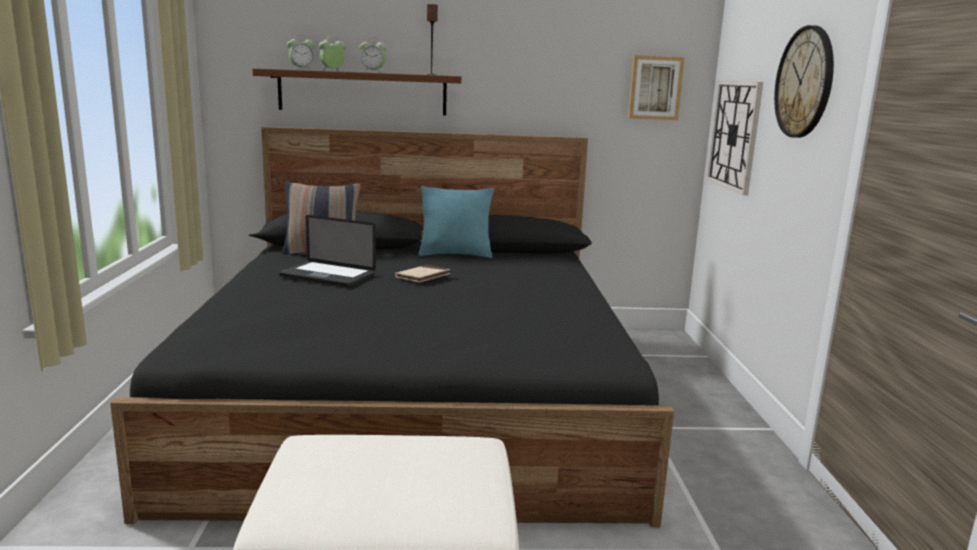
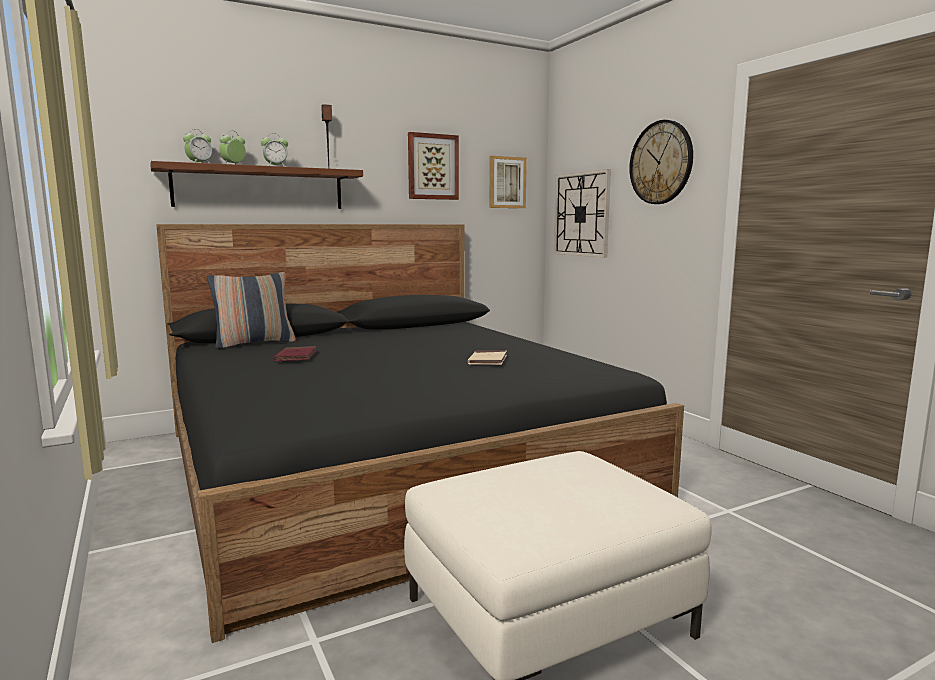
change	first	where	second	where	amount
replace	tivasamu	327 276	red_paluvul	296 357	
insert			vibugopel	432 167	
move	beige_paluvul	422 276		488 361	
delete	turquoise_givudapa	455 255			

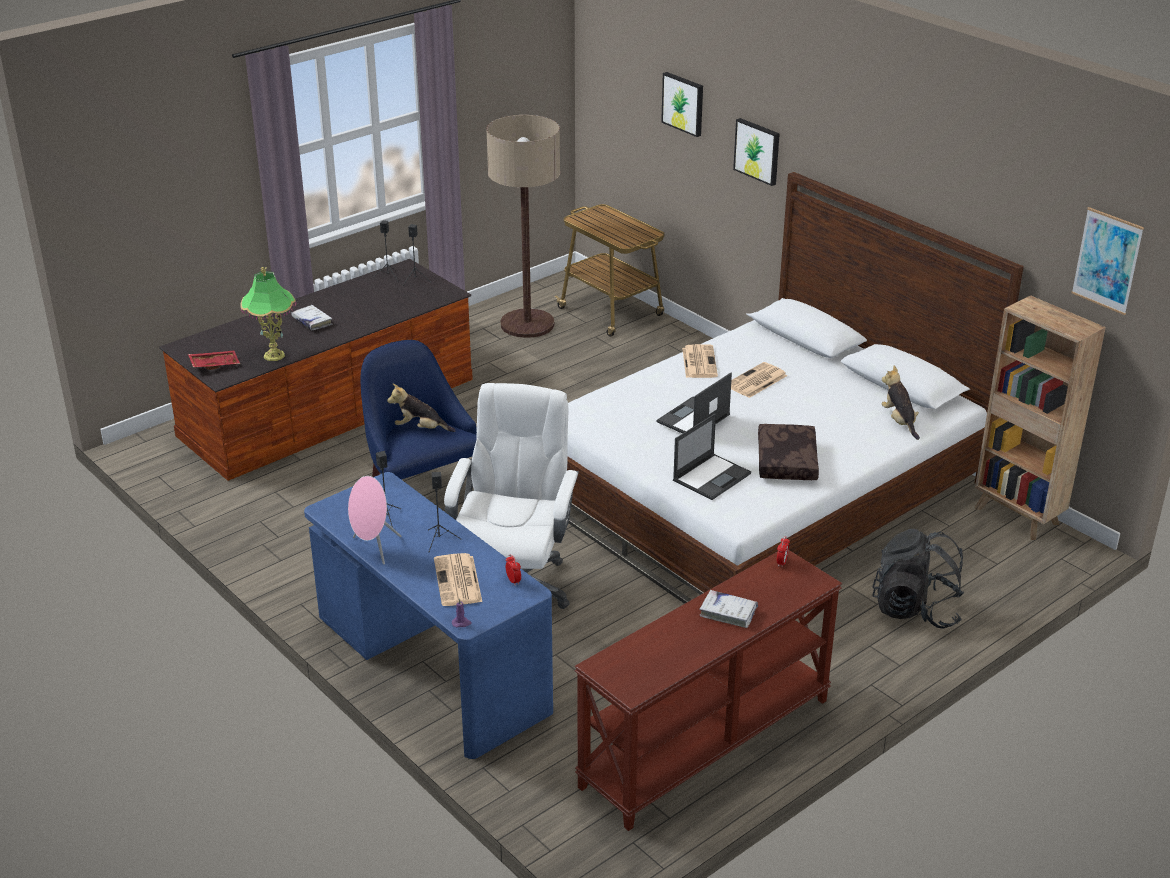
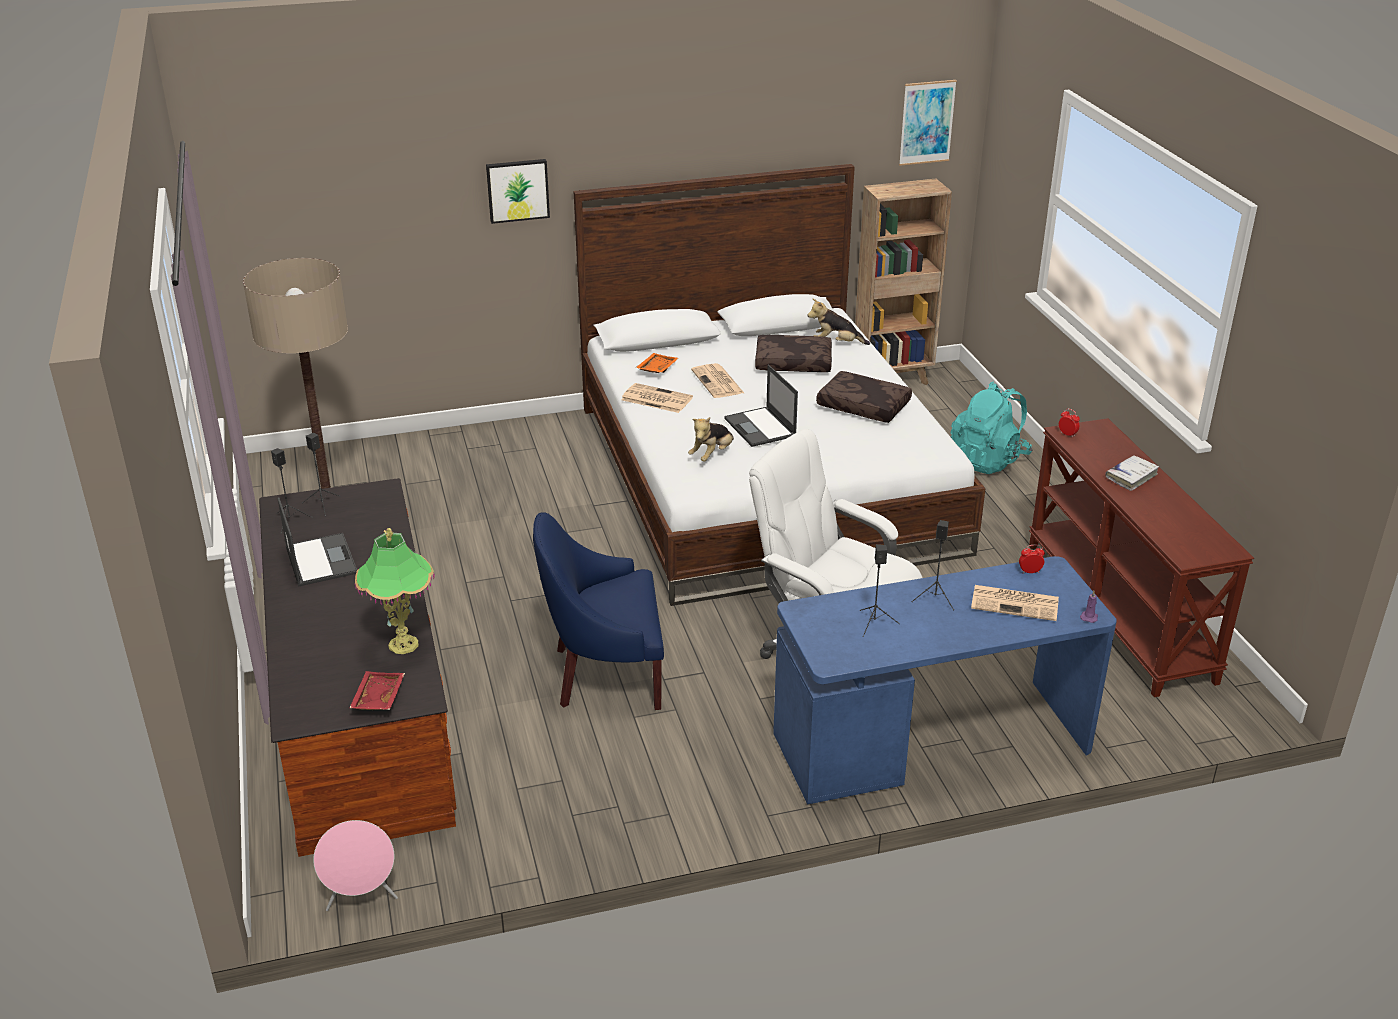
change	first	where	second	where	amount
move	tivasamu	712 476		320 560	
move	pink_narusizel	374 548		362 898	
insert			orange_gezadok	656 369	
move	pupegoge	421 429		712 455	
insert			brown_givudapa	794 362	
recolor	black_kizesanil	916 609	turquoise_kizesanil	988 460	
delete	white_paluvul	312 322			
delete	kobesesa	612 313			
delete	vibugopel	683 103			

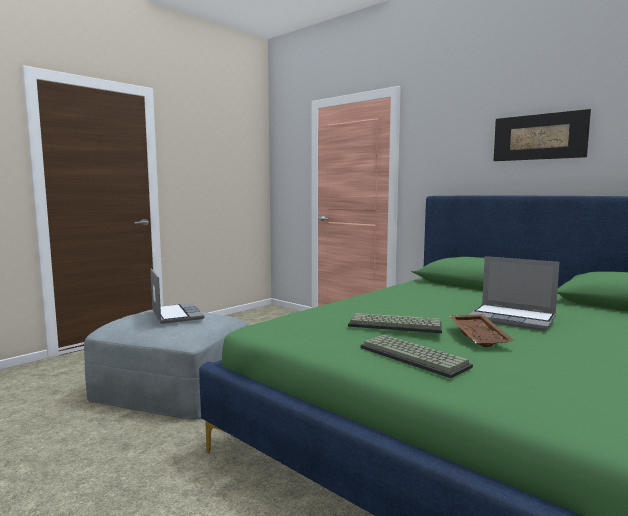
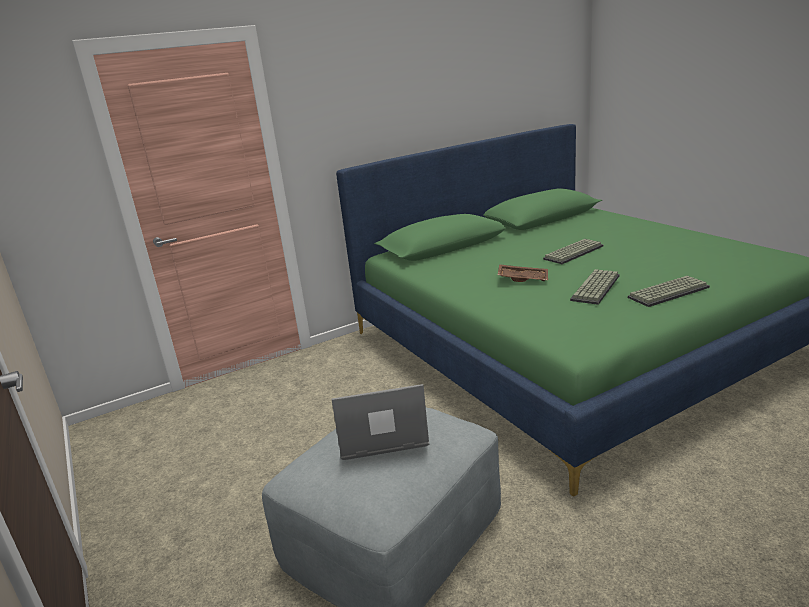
change	first	where	second	where	amount
move	brown_gezadok	480 337		523 278	
replace	tivasamu	513 319	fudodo	573 252	
delete	vibugopel	539 137			

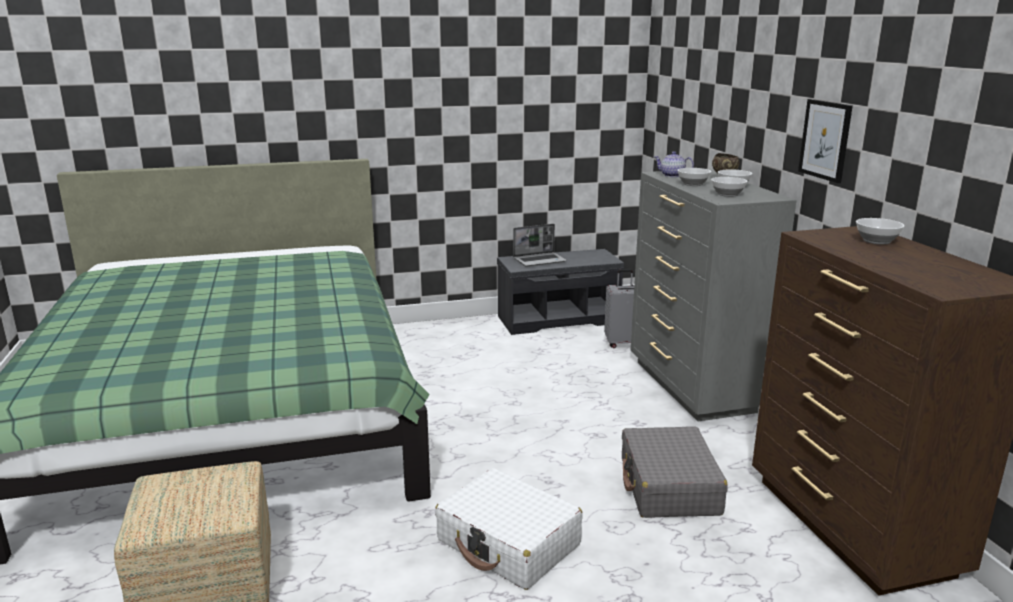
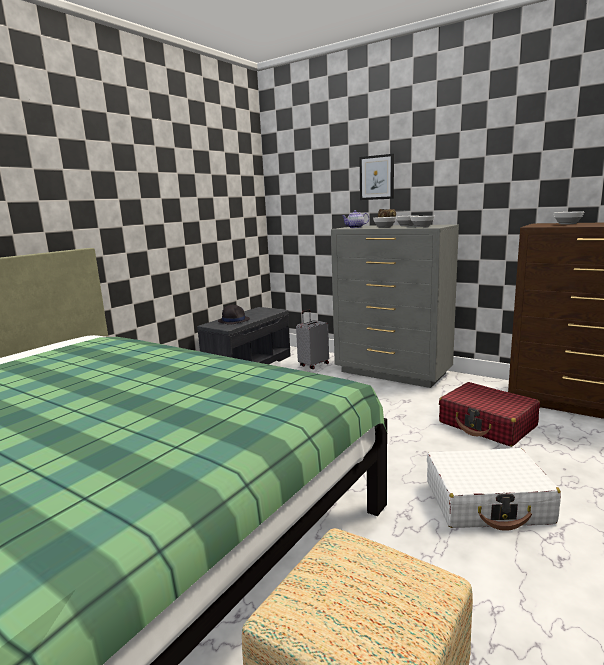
change	first	where	second	where	amount
replace	tivasamu	540 260	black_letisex	233 320	
move	vibugopel	825 140		376 177	
recolor	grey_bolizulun	669 486	red_bolizulun	487 424	

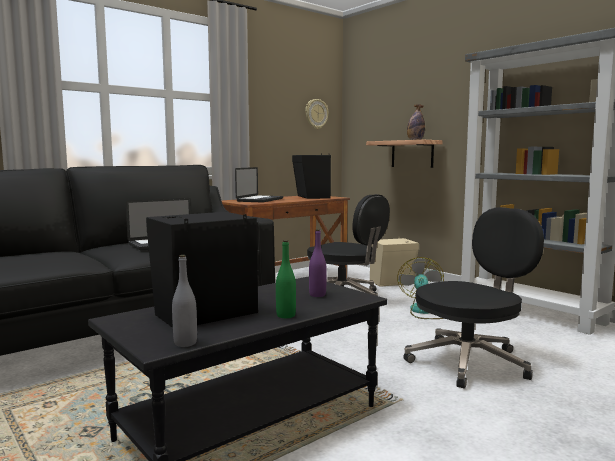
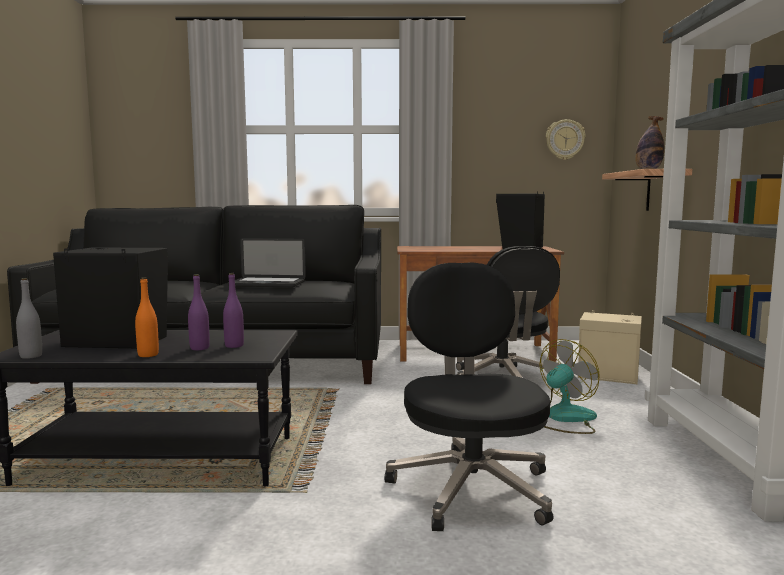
change	first	where	second	where	amount
recolor	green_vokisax	286 315	orange_vokisax	148 355	
insert			purple_vokisax	199 348	
rotate	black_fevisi	470 362		471 487	105 degrees counterclockwise
delete	tivasamu	260 200			

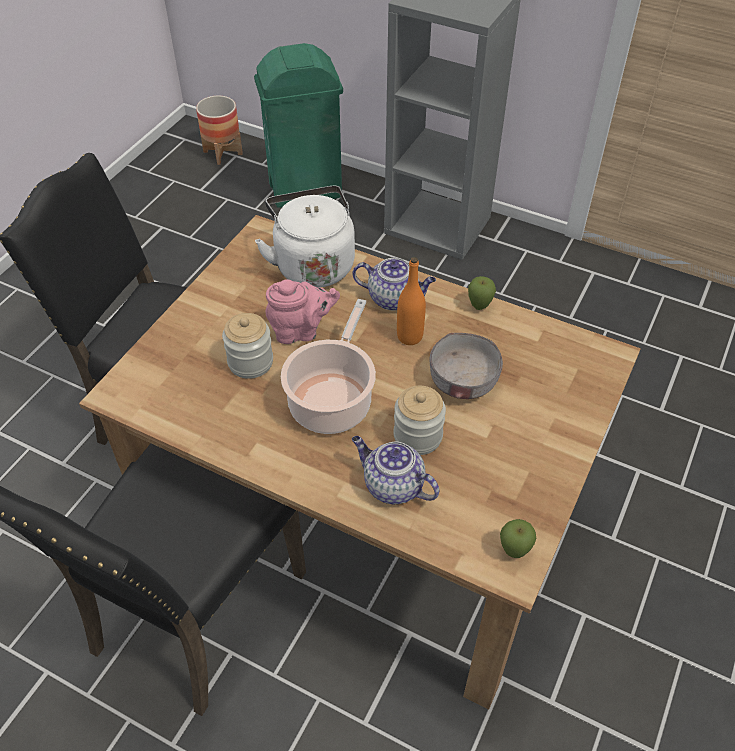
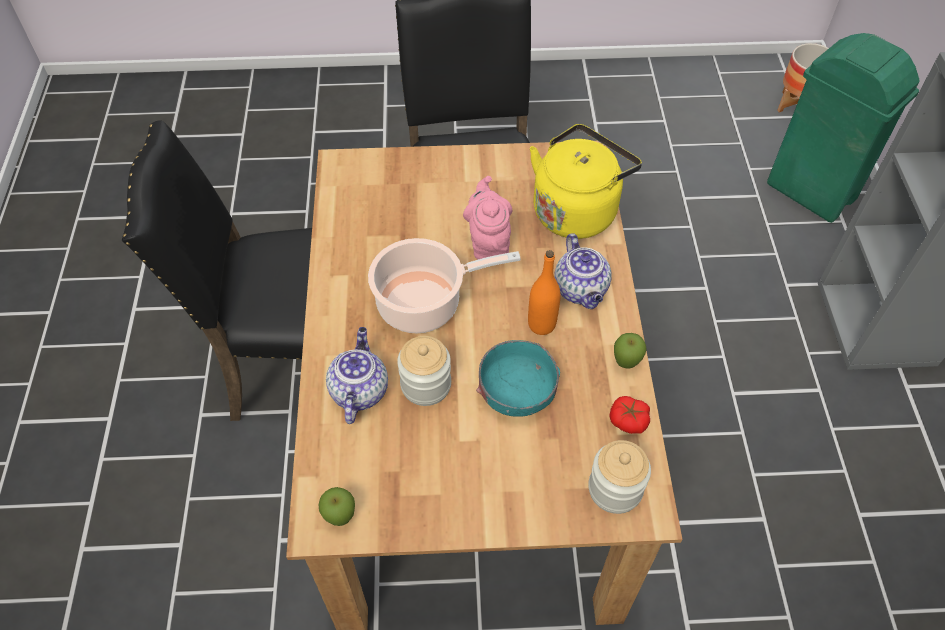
change	first	where	second	where	amount
rotate	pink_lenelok	301 331		488 242	150 degrees counterclockwise
recolor	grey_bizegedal	463 381	turquoise_bizegedal	516 391	
recolor	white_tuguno	312 264	yellow_tuguno	577 210	
move	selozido	250 362		615 489	
insert			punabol	628 420	

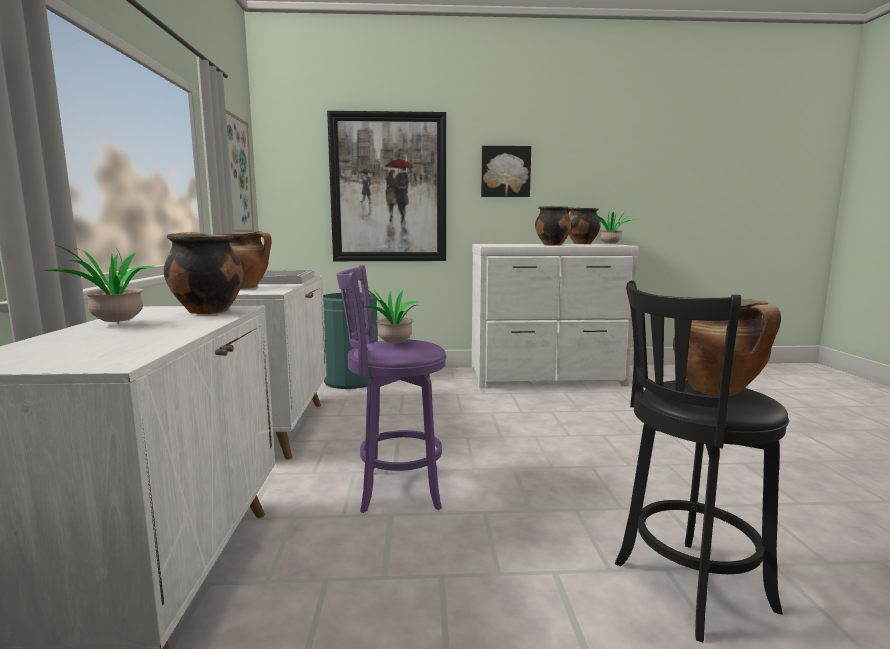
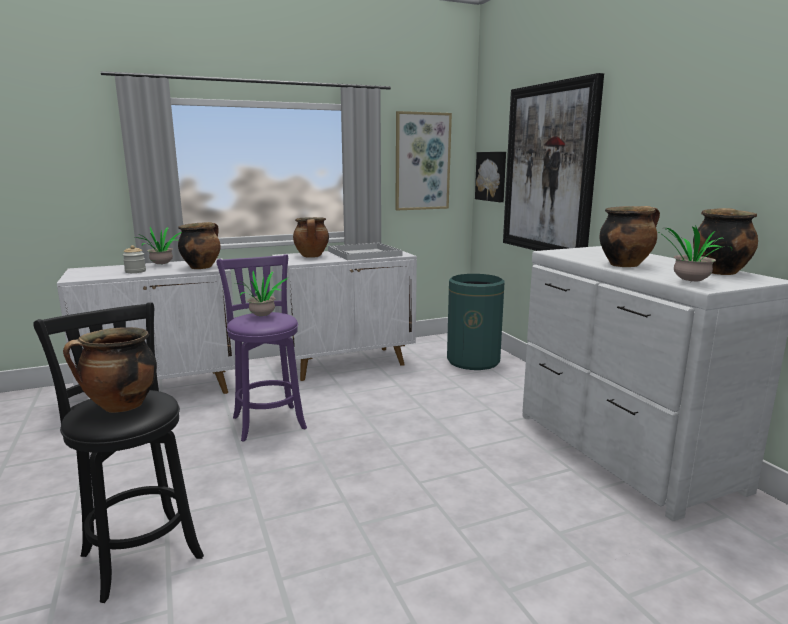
change	first	where	second	where	amount
insert			selozido	135 271	
move	vibugopel	505 172		492 176	

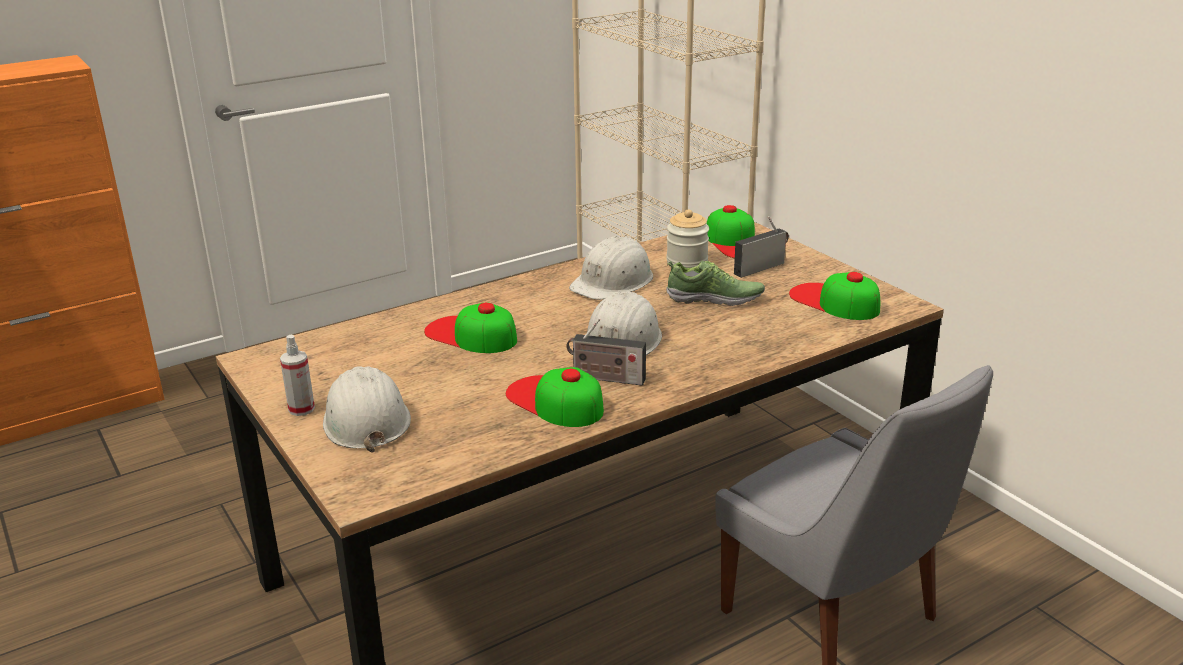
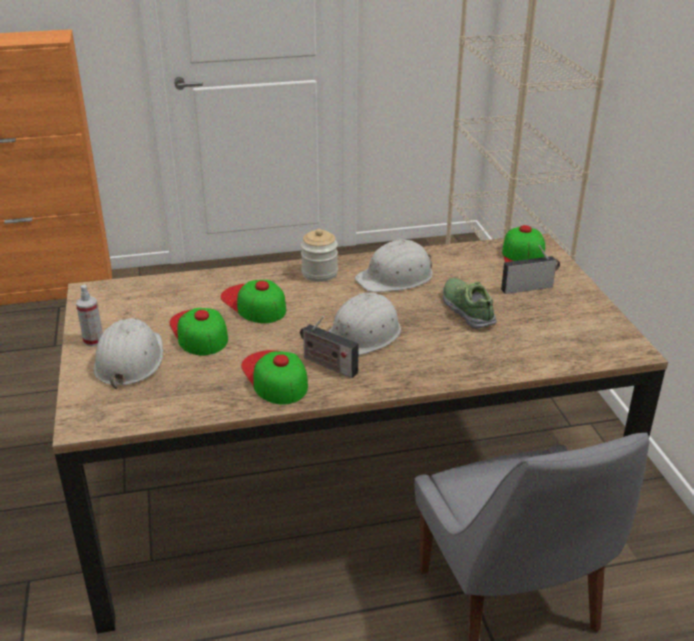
change	first	where	second	where	amount
move	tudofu	834 301		198 331	
move	selozido	687 263		319 273	
rotate	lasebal	714 299		468 310	135 degrees counterclockwise

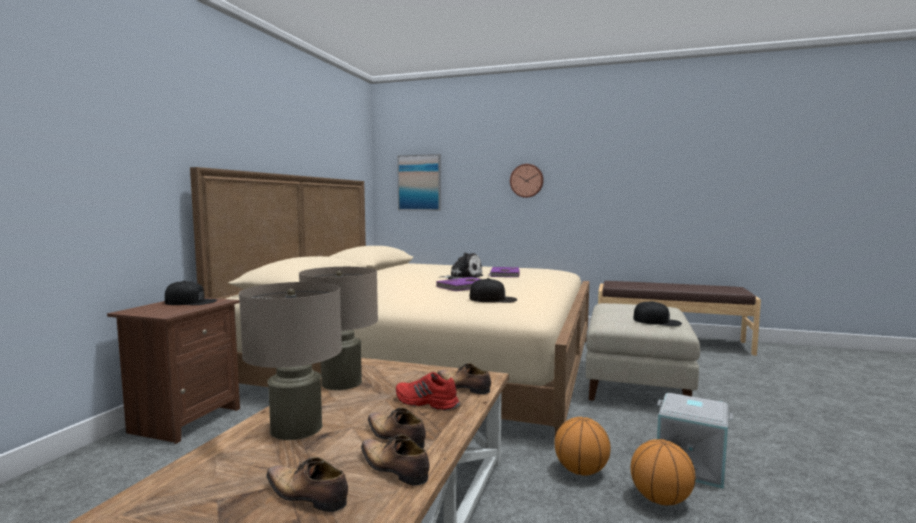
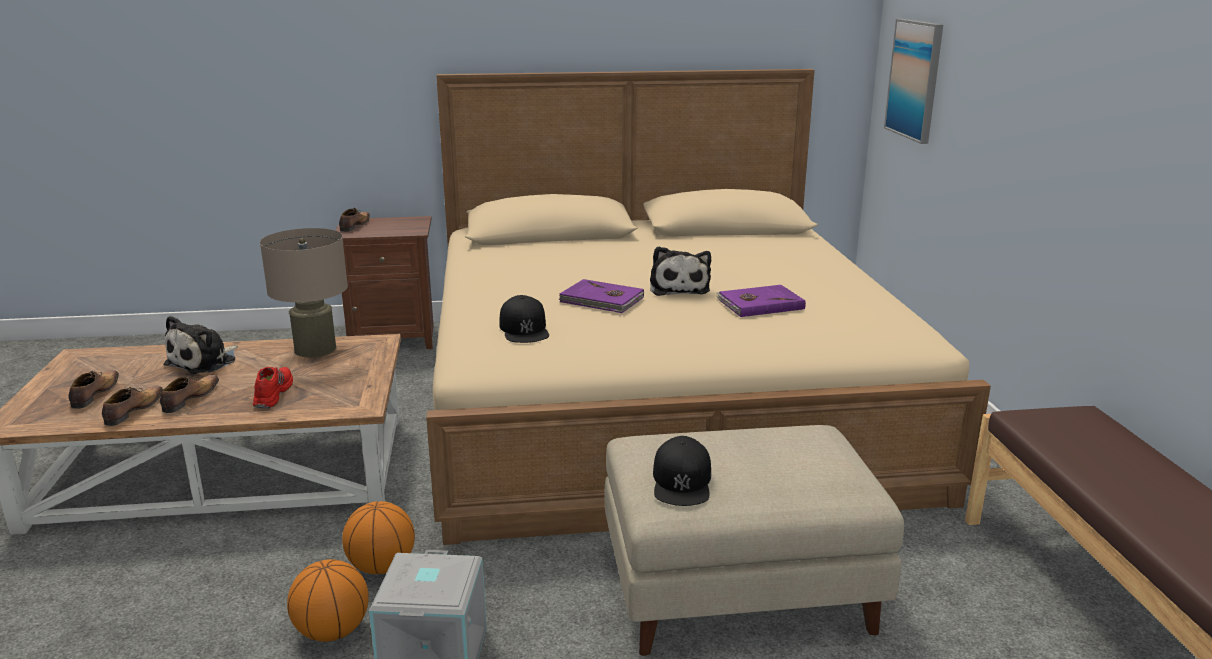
change	first	where	second	where	amount
replace	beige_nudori	296 428	pupegoge	204 362	
move	lasebal	463 387		354 226	
delete	black_tudofu	191 302			
delete	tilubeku	526 180			

